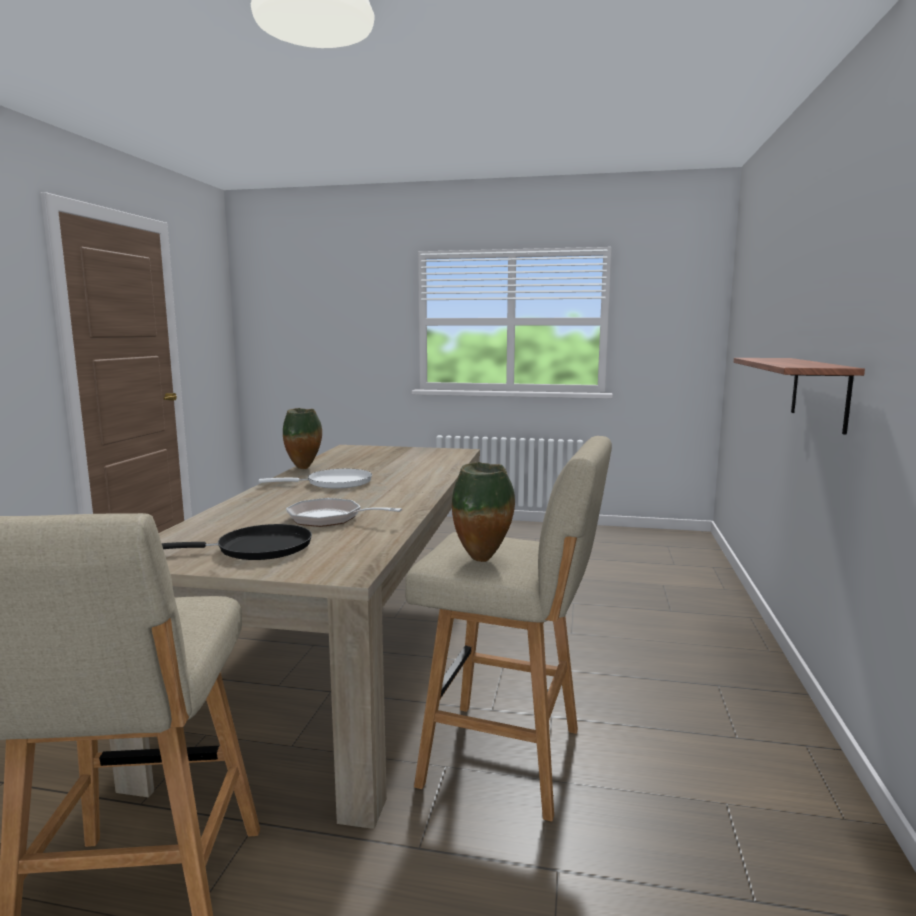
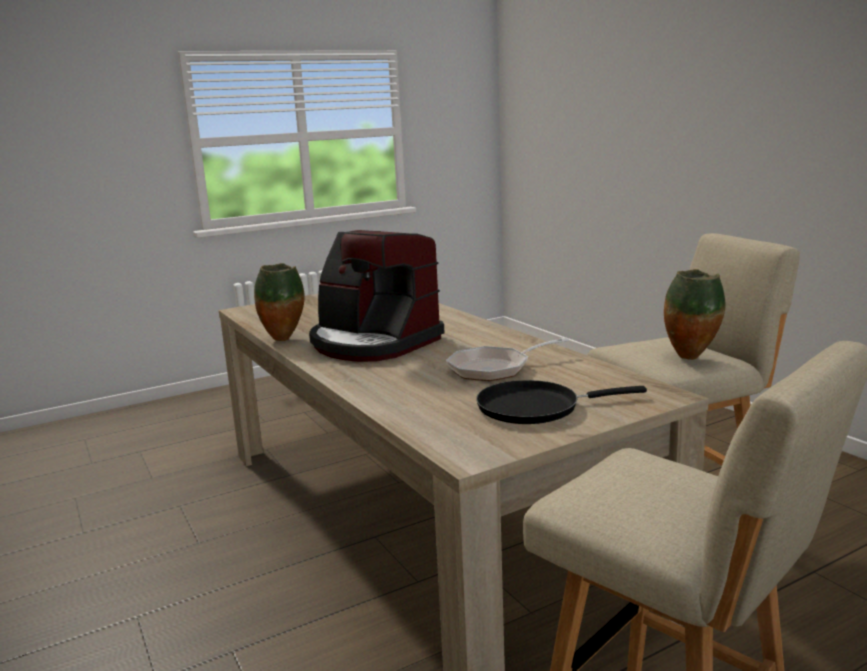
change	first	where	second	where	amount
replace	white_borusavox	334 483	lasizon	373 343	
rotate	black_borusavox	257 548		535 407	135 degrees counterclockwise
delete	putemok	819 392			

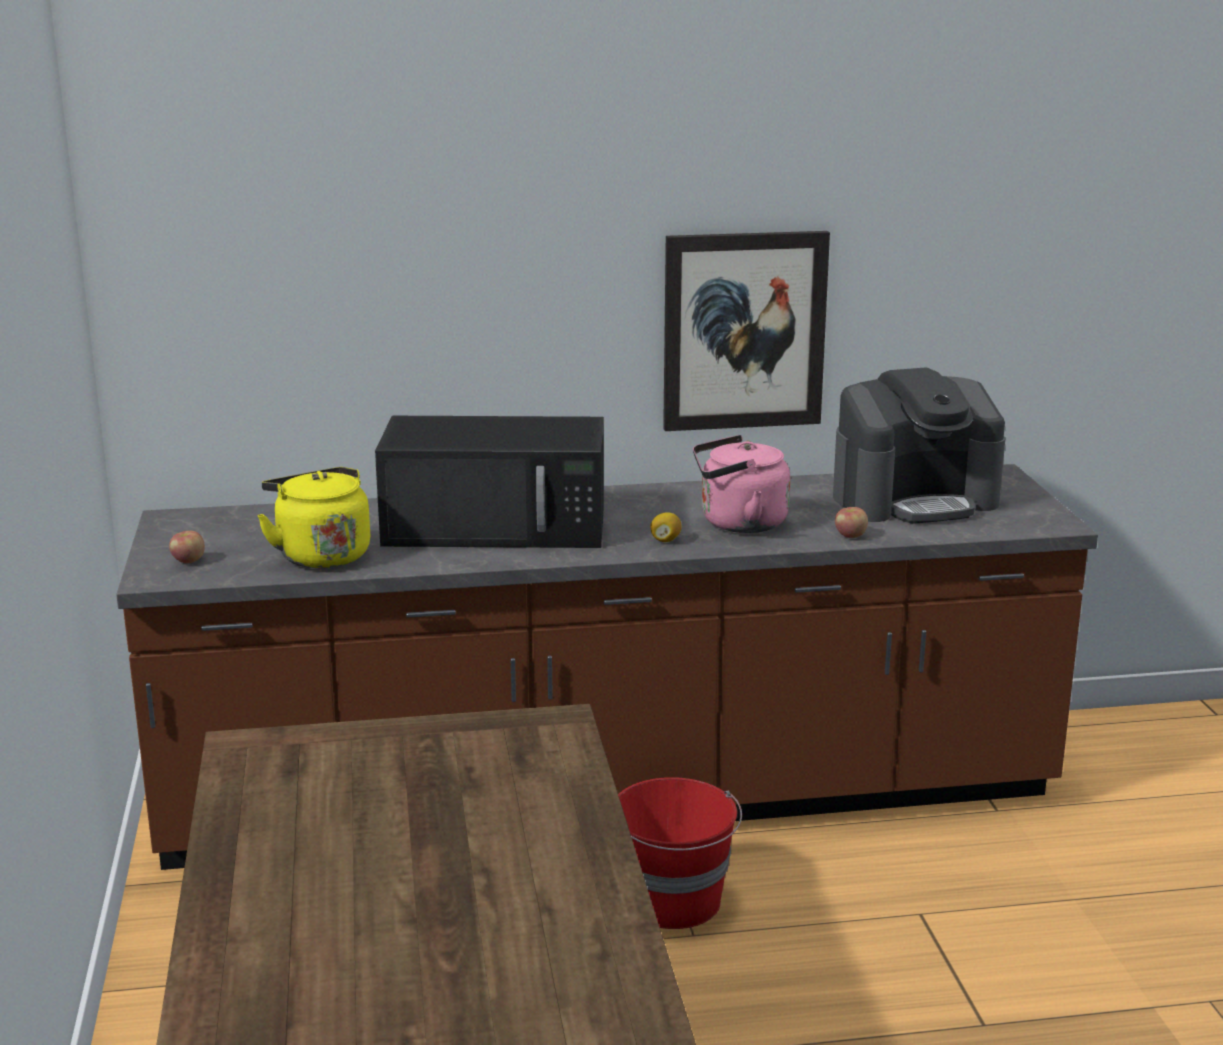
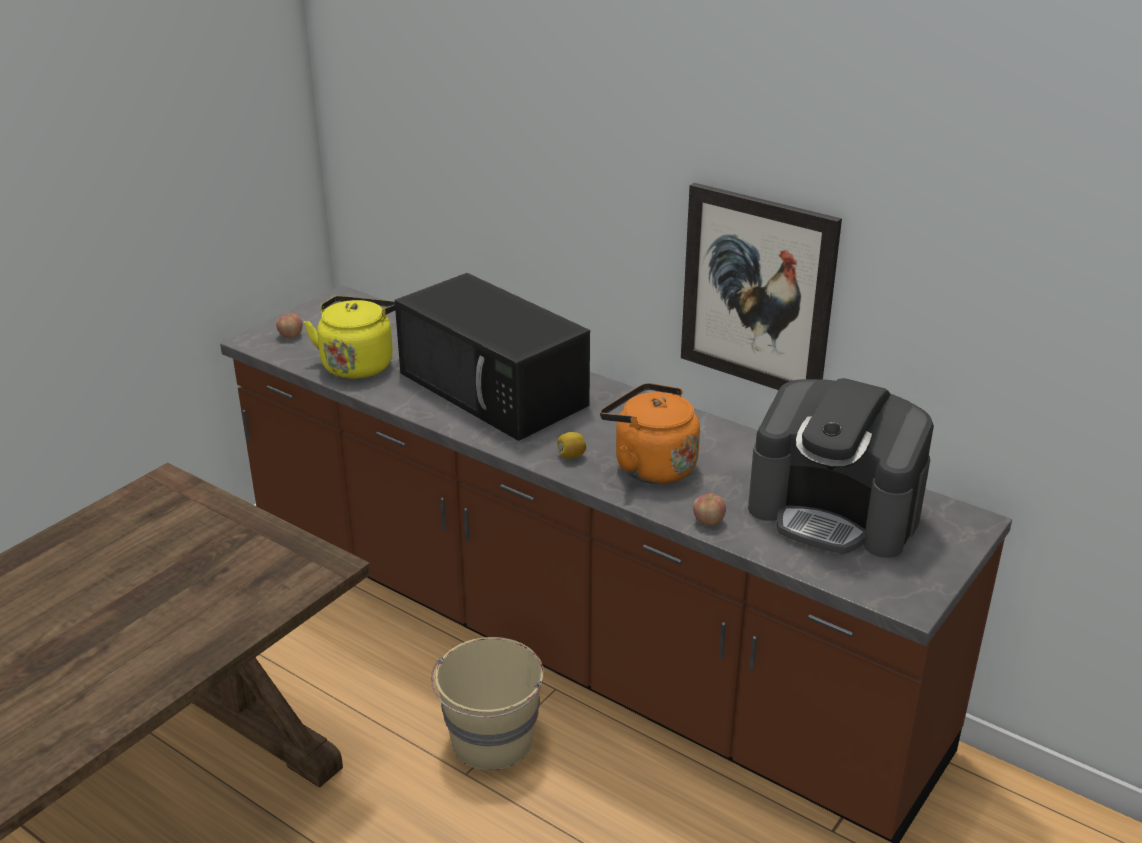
change	first	where	second	where	amount
recolor	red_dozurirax	674 902	beige_dozurirax	492 741	
recolor	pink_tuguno	738 523	orange_tuguno	650 466	

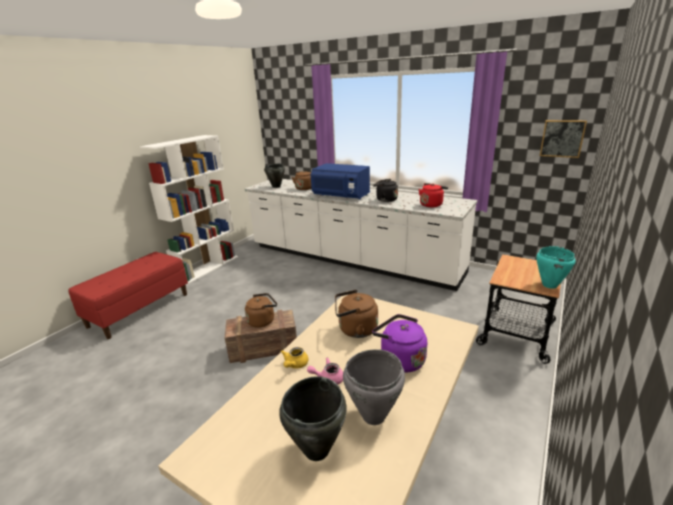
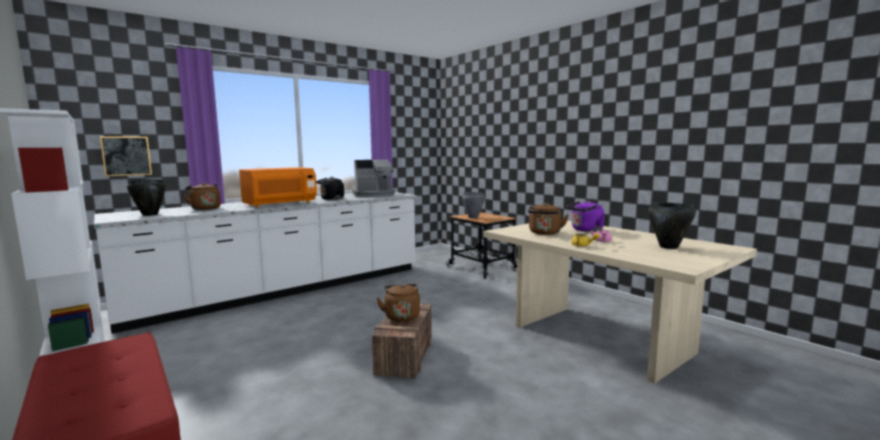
change	first	where	second	where	amount
move	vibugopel	562 138		126 156	
recolor	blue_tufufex	341 196	orange_tufufex	280 204	
replace	red_tuguno	431 204	lasizon	374 195	
move	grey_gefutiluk	373 415		473 217	
delete	turquoise_gefutiluk	549 285			

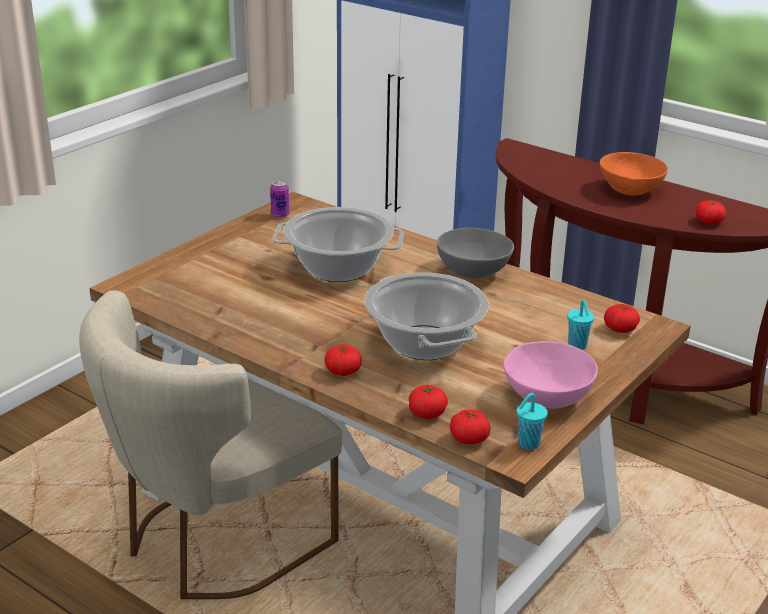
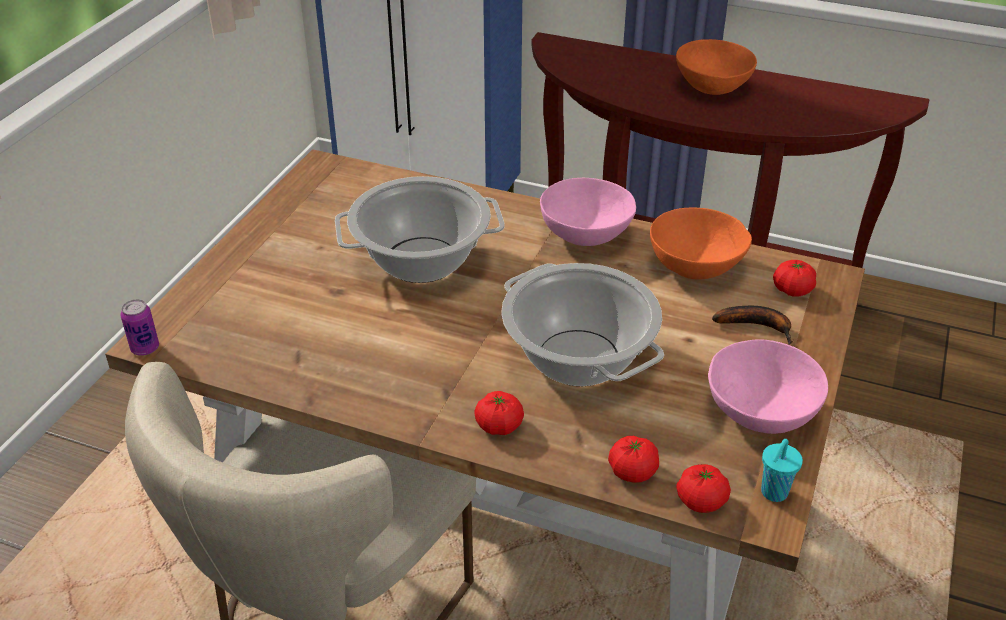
change	first	where	second	where	amount
move	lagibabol	280 215		145 348	
recolor	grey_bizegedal	473 271	pink_bizegedal	585 234	
insert			orange_bizegedal	695 266	
replace	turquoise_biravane	577 346	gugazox	758 326	
delete	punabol	709 222			

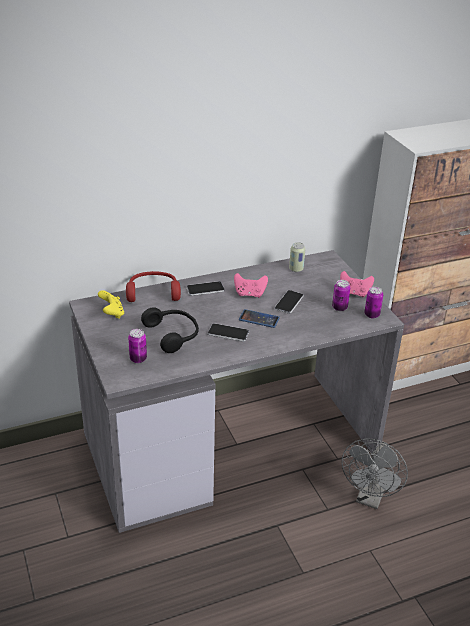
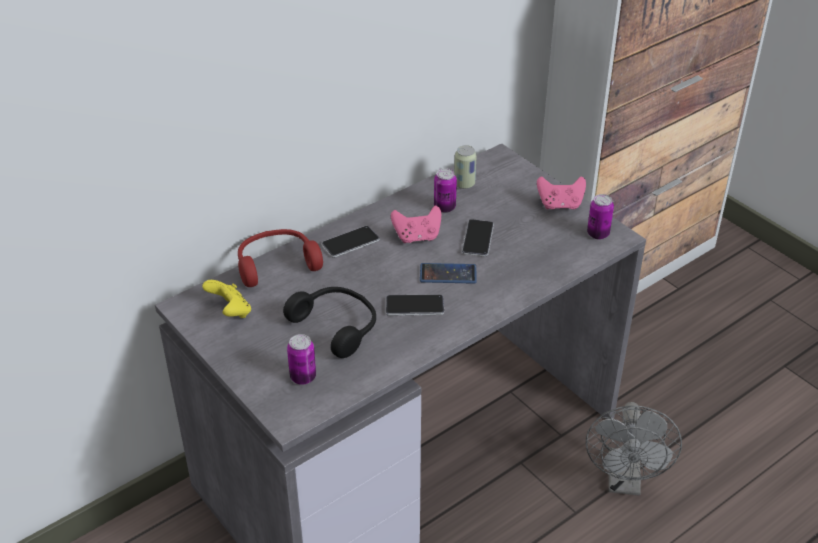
change	first	where	second	where	amount
move	lagibabol	339 307		444 207	

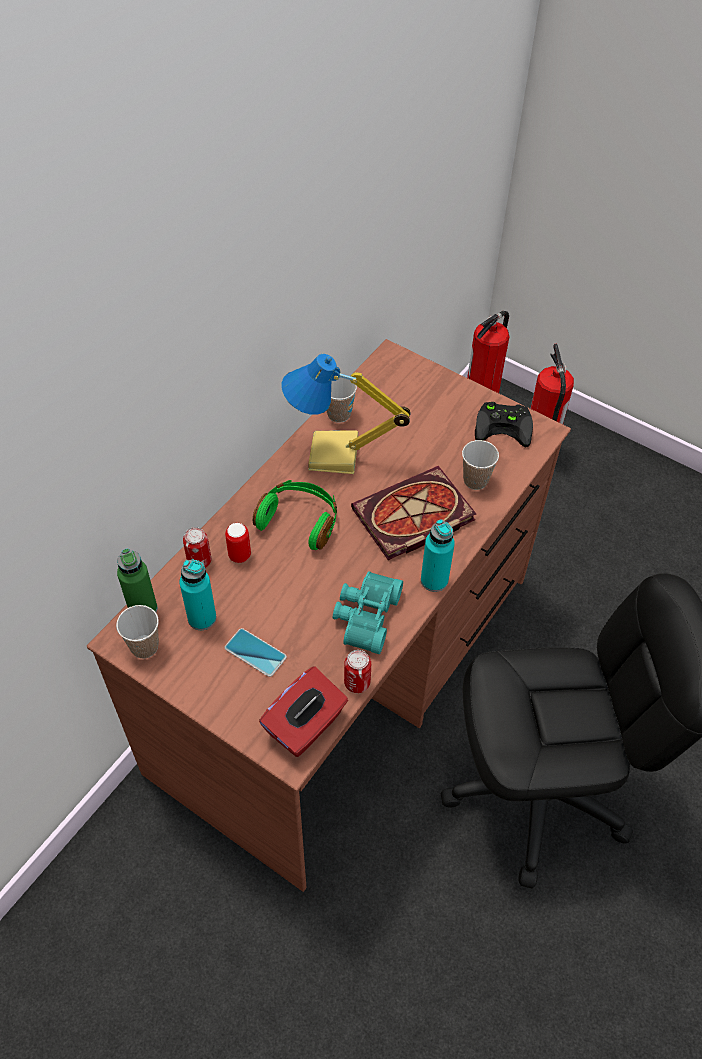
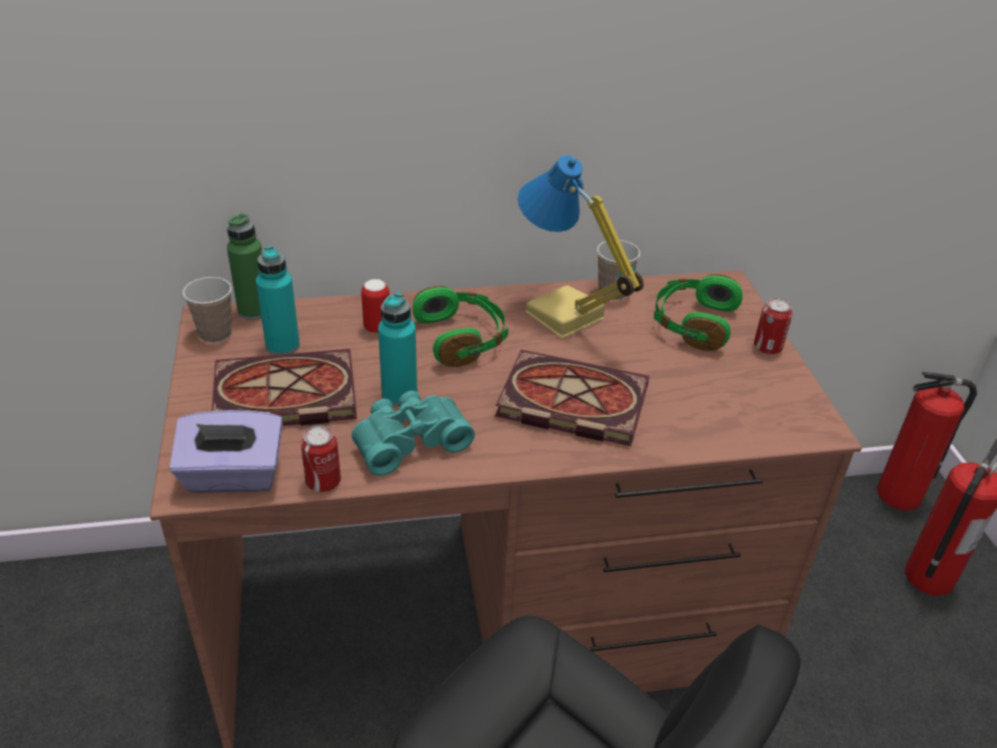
change	first	where	second	where	amount
recolor	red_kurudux	305 725	purple_kurudux	233 476	
replace	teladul	255 653	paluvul	281 397	
move	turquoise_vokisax	434 580		399 395	
insert			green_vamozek	692 323	
move	lagibabol	199 561		767 347	
delete	biravane	475 480			
delete	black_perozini	505 426			

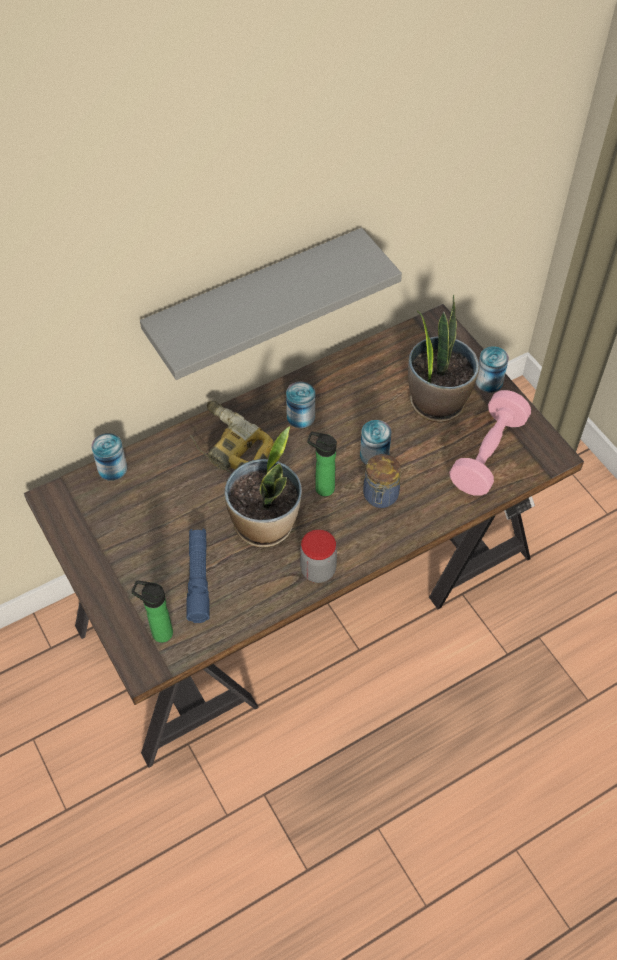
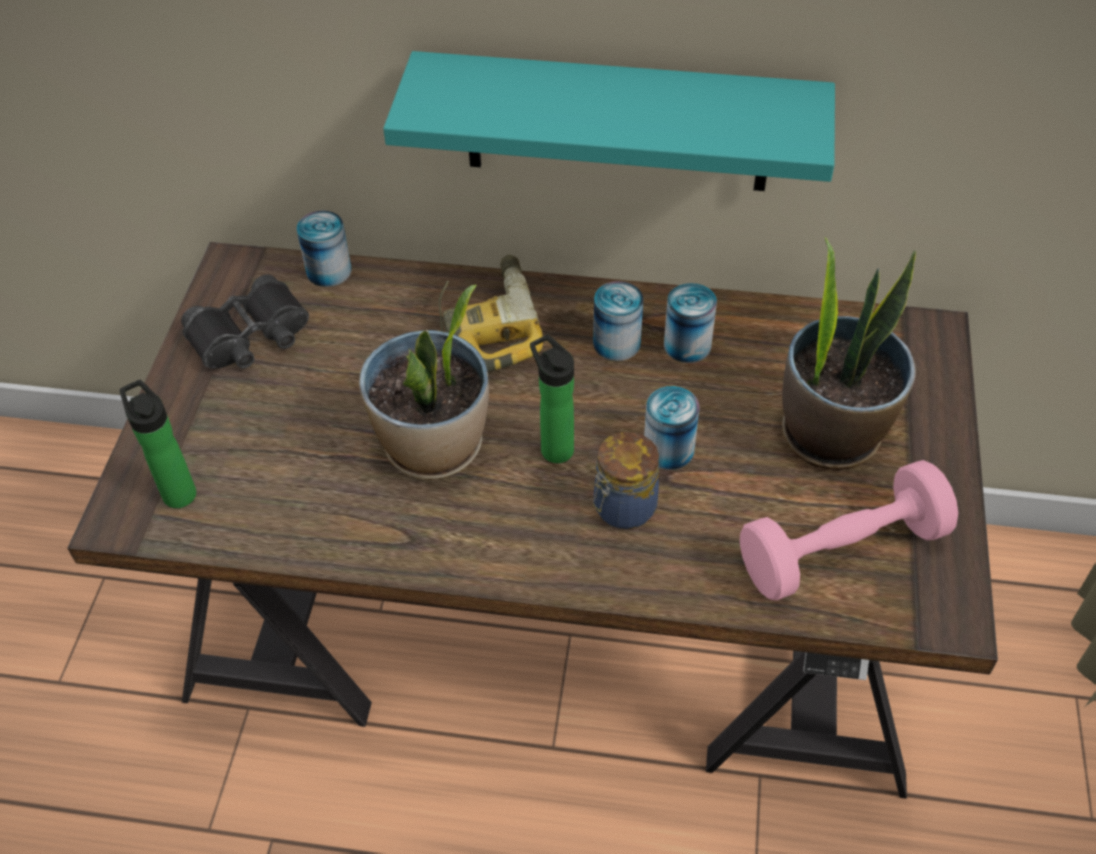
change	first	where	second	where	amount
insert			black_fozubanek	250 337	
recolor	grey_putemok	255 301	turquoise_putemok	617 123	
move	lagibabol	489 381		687 345	
delete	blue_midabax	198 579			
delete	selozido	318 570			

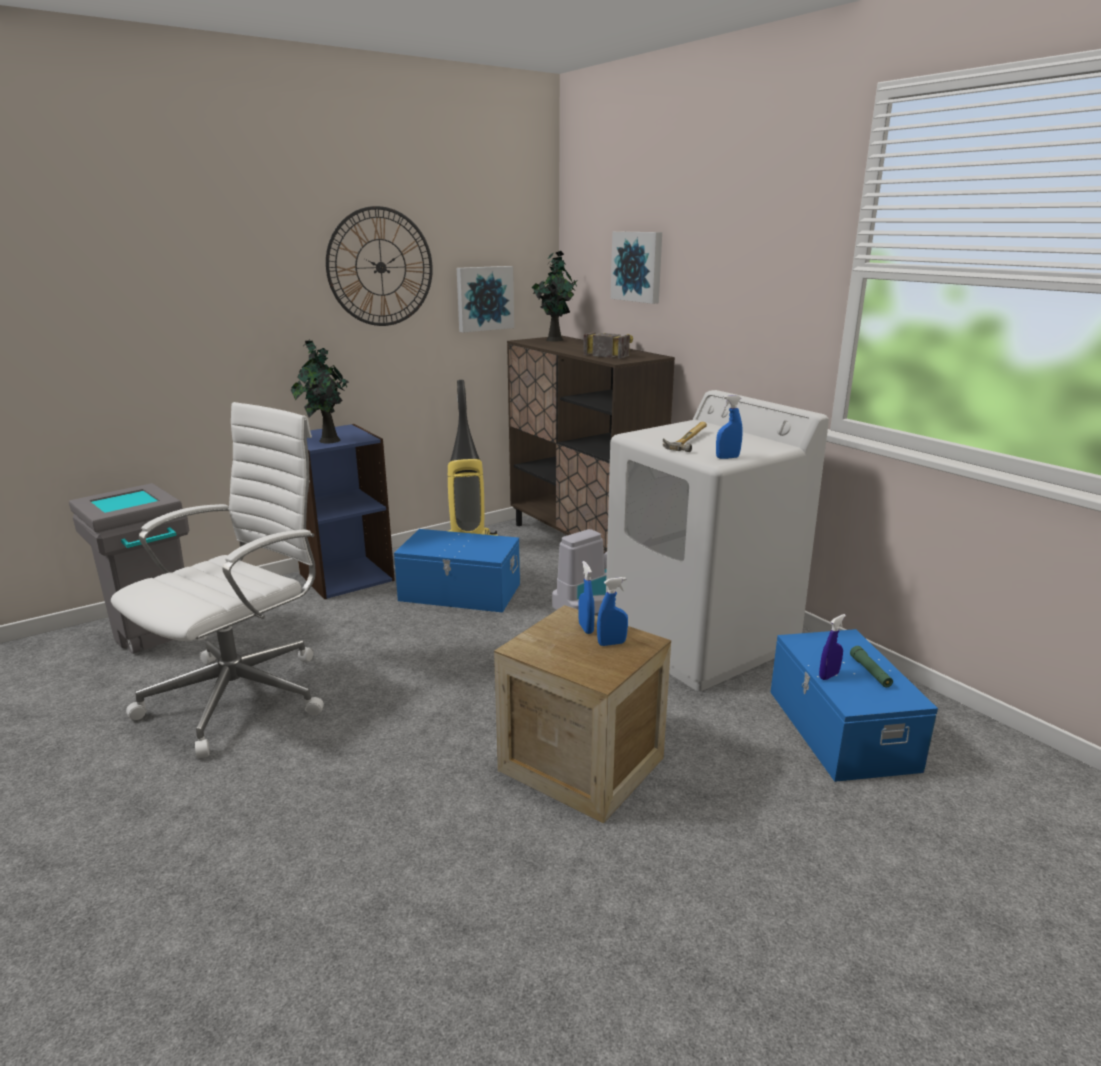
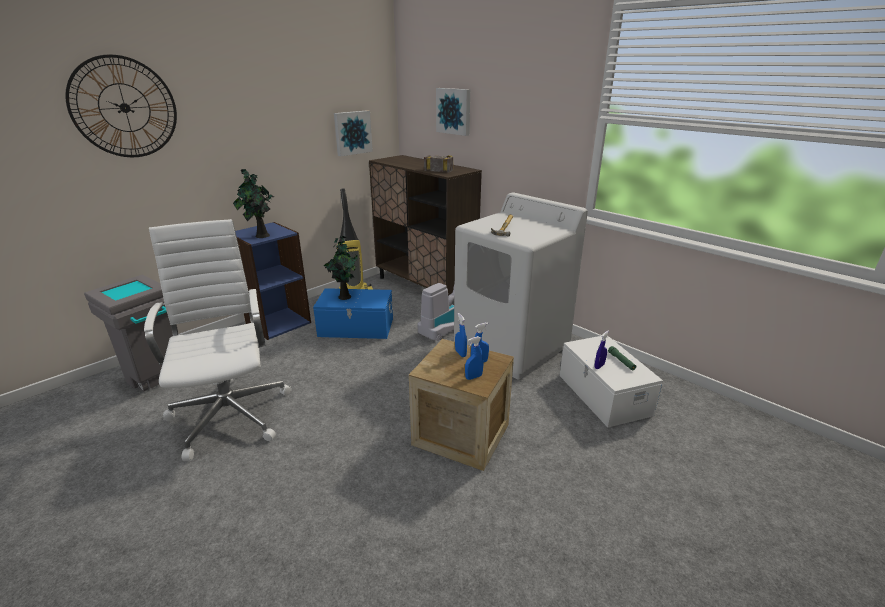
change	first	where	second	where	amount
move	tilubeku	381 267		124 108	
rotate	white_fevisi	243 695		231 413	45 degrees counterclockwise
move	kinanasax	554 339		344 296	
move	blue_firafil	727 457		473 377	
recolor	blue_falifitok	839 730	white_falifitok	603 395	

